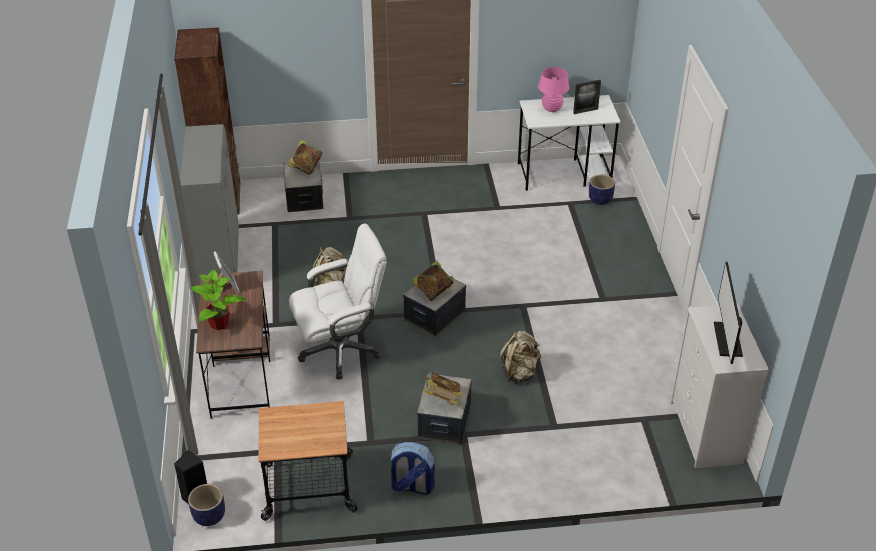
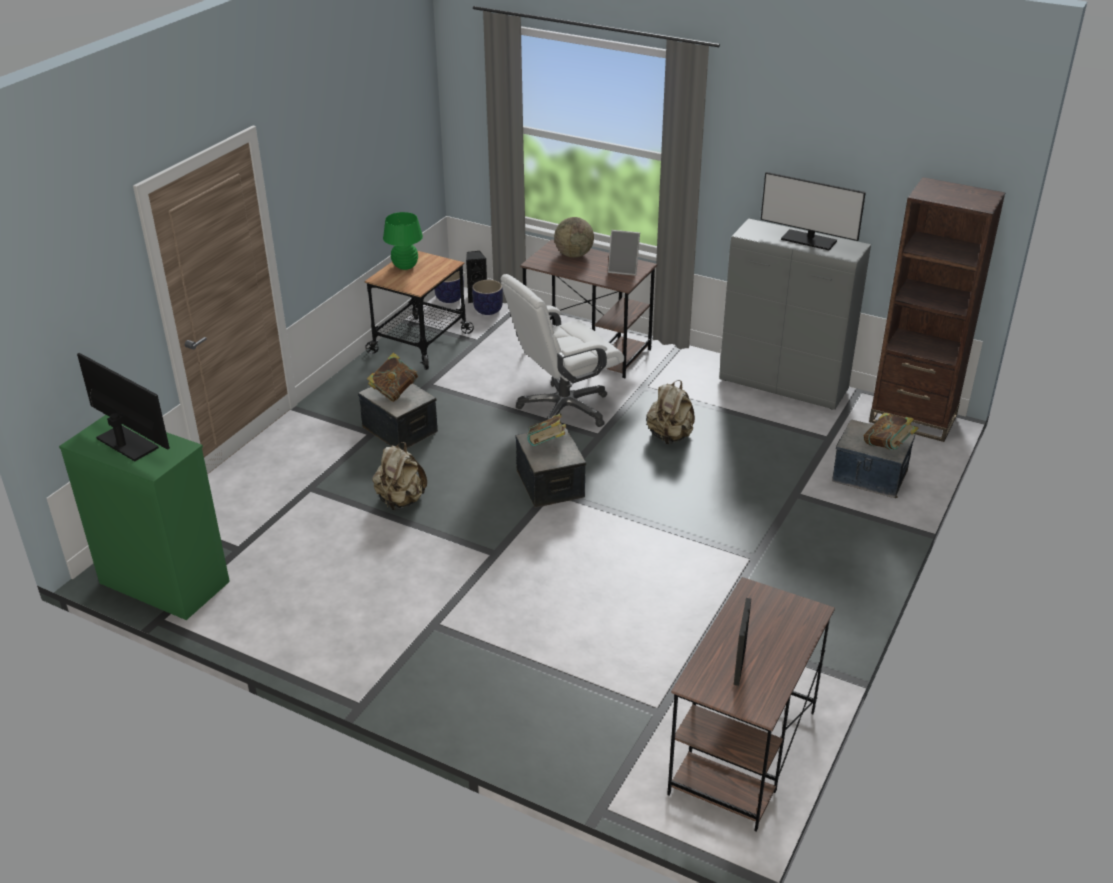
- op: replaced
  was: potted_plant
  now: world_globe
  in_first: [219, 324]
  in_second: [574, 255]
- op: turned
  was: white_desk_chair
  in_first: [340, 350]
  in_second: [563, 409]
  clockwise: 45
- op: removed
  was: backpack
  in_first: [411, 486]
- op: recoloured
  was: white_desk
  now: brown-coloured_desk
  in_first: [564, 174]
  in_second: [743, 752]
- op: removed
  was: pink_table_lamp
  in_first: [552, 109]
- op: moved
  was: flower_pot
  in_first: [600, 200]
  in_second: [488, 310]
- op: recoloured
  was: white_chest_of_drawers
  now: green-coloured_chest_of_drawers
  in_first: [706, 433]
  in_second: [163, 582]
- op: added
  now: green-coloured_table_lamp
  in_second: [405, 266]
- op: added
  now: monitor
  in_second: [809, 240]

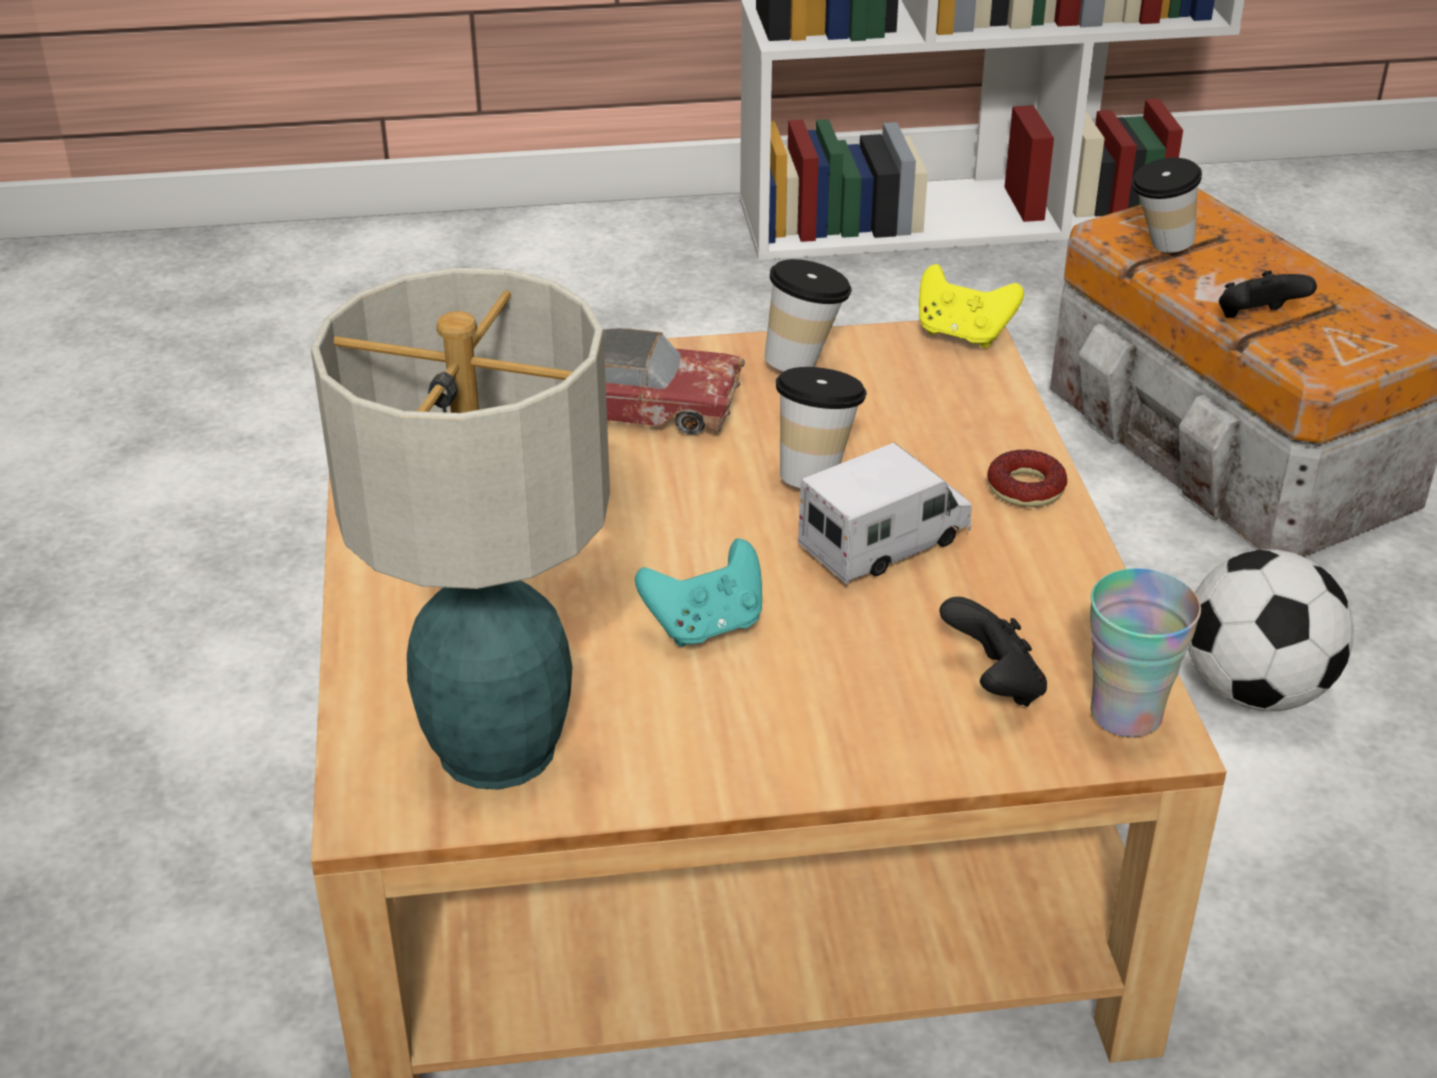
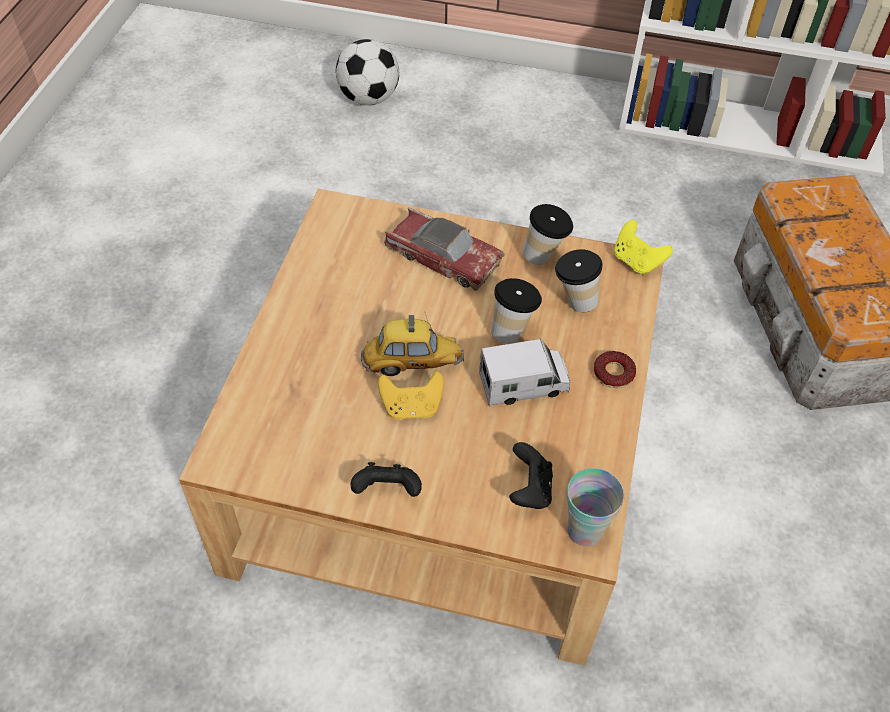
- op: removed
  was: table_lamp
  in_first: [498, 751]
- op: recoloured
  was: turquoise_gamepad
  now: yellow-coloured_gamepad
  in_first: [706, 625]
  in_second: [411, 407]
- op: moved
  was: cup
  in_first: [1158, 246]
  in_second: [573, 302]
- op: moved
  was: ball_for_football
  in_first: [1254, 690]
  in_second: [368, 98]
- op: moved
  was: blackish_gamepad
  in_first: [1256, 320]
  in_second: [387, 491]
- op: added
  now: model_car
  in_second: [412, 363]

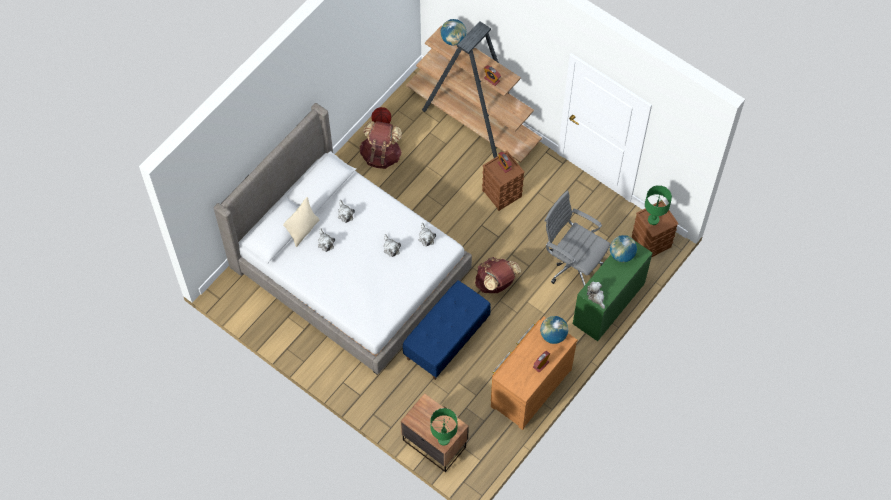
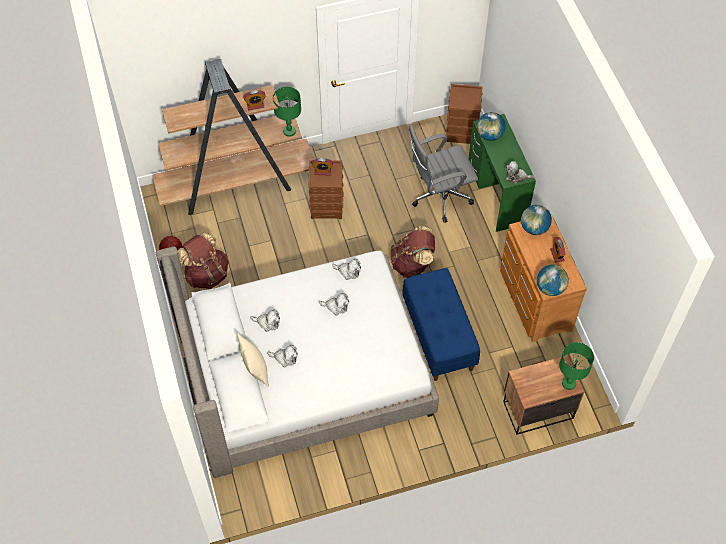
- op: moved
  was: world_globe
  in_first: [453, 39]
  in_second: [550, 288]
- op: moved
  was: green-coloured_table_lamp
  in_first: [653, 220]
  in_second: [289, 131]

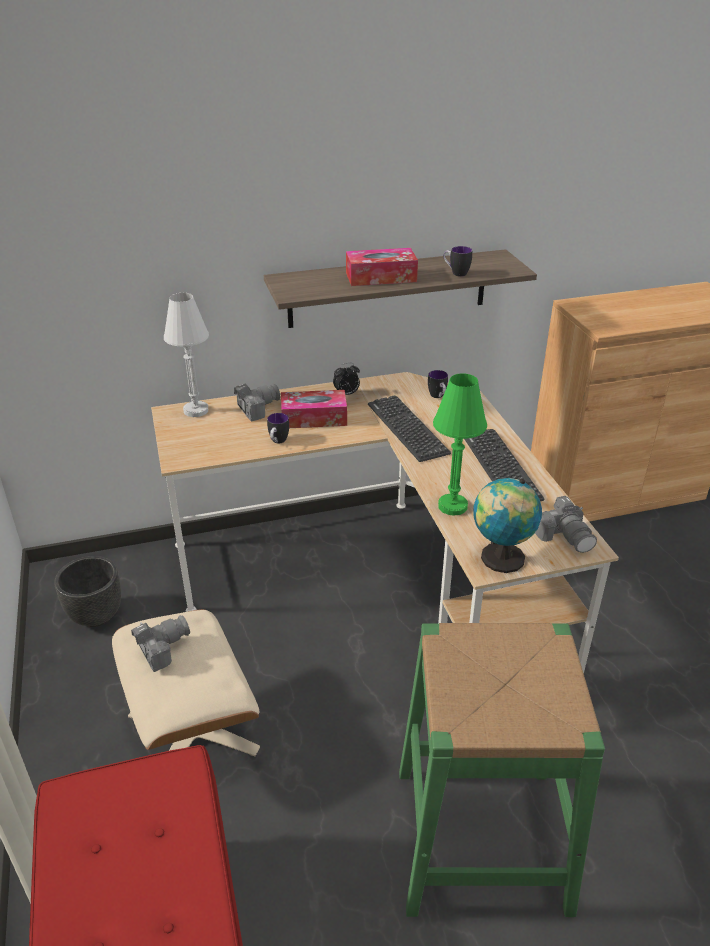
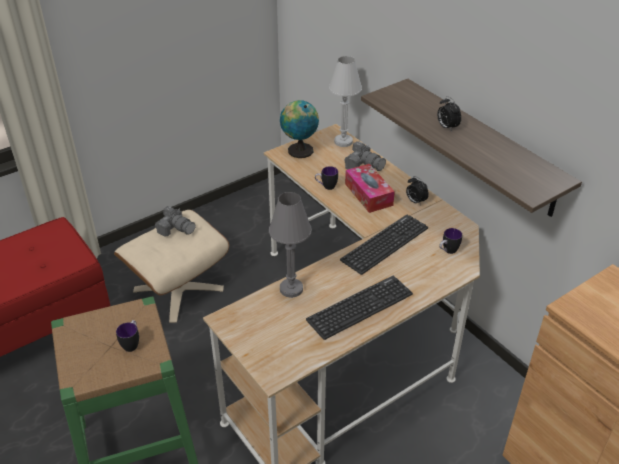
- op: removed
  was: blackish_flower_pot
  in_first: [95, 616]
- op: replaced
  was: box_of_tissues
  now: bedside_clock
  in_first: [381, 277]
  in_second: [446, 127]
- op: recoloured
  was: green-coloured_table_lamp
  now: grey_table_lamp
  in_first: [452, 506]
  in_second: [291, 289]
- op: moved
  was: coffee_mug
  in_first: [456, 273]
  in_second: [132, 343]
- op: moved
  was: world_globe
  in_first: [500, 559]
  in_second: [299, 150]
- op: removed
  was: still_camera
  in_first: [564, 536]

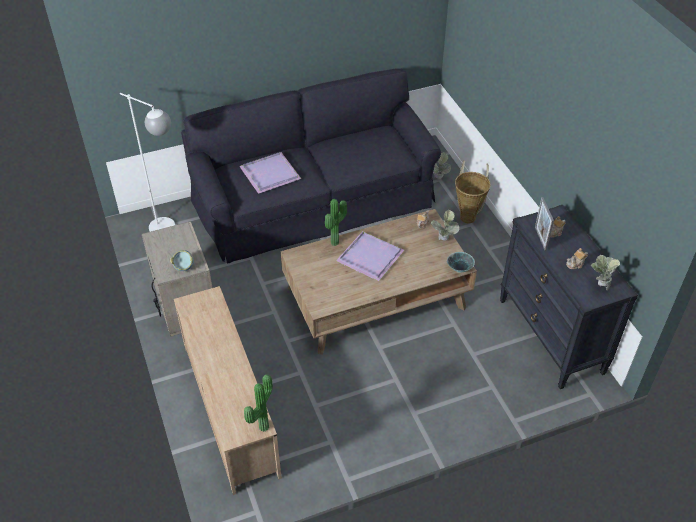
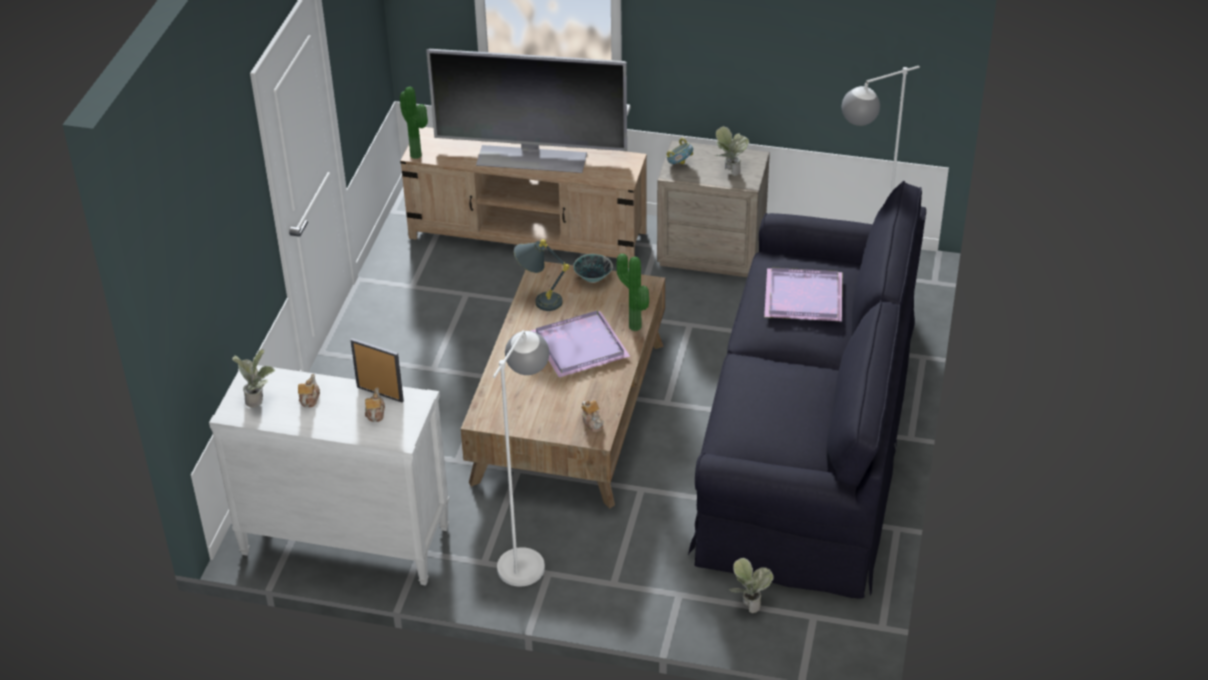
- op: moved
  was: potted_plant
  in_first: [443, 241]
  in_second: [729, 170]
- op: moved
  was: serving_bowl
  in_first: [459, 269]
  in_second: [592, 279]
- op: removed
  was: basket
  in_first: [468, 215]
- op: recoloured
  was: blackish_chest_of_drawers
  now: white_chest_of_drawers
  in_first: [551, 336]
  in_second: [344, 541]
- op: added
  now: television
  in_second: [531, 158]
- op: added
  now: white_floor_lamp
  in_second: [527, 556]
- op: added
  now: grey_table_lamp
  in_second: [538, 301]

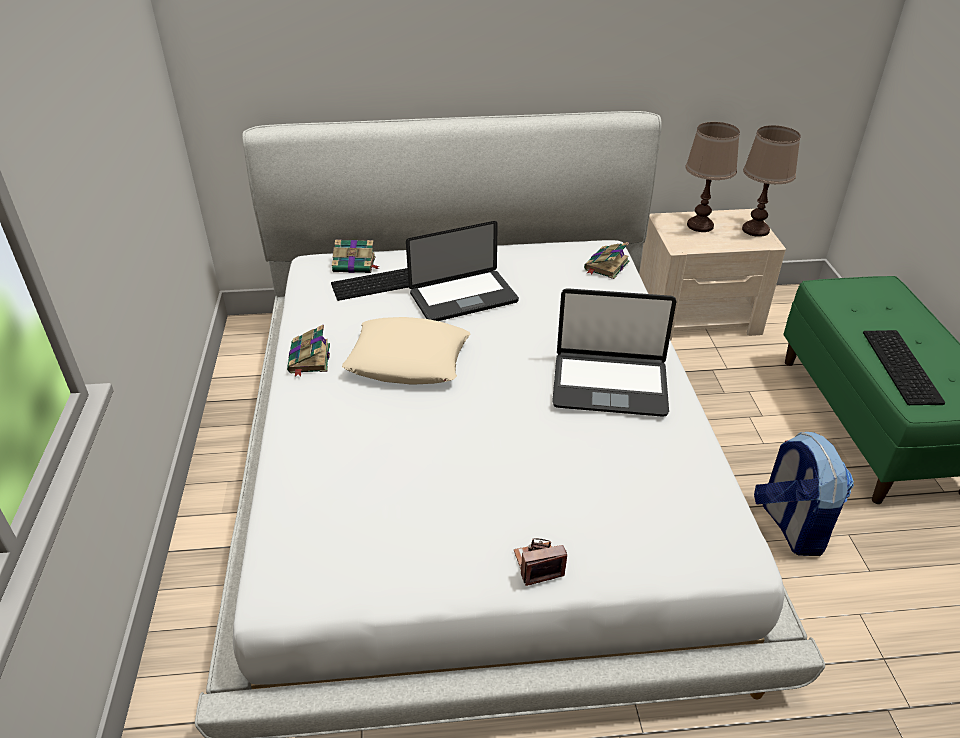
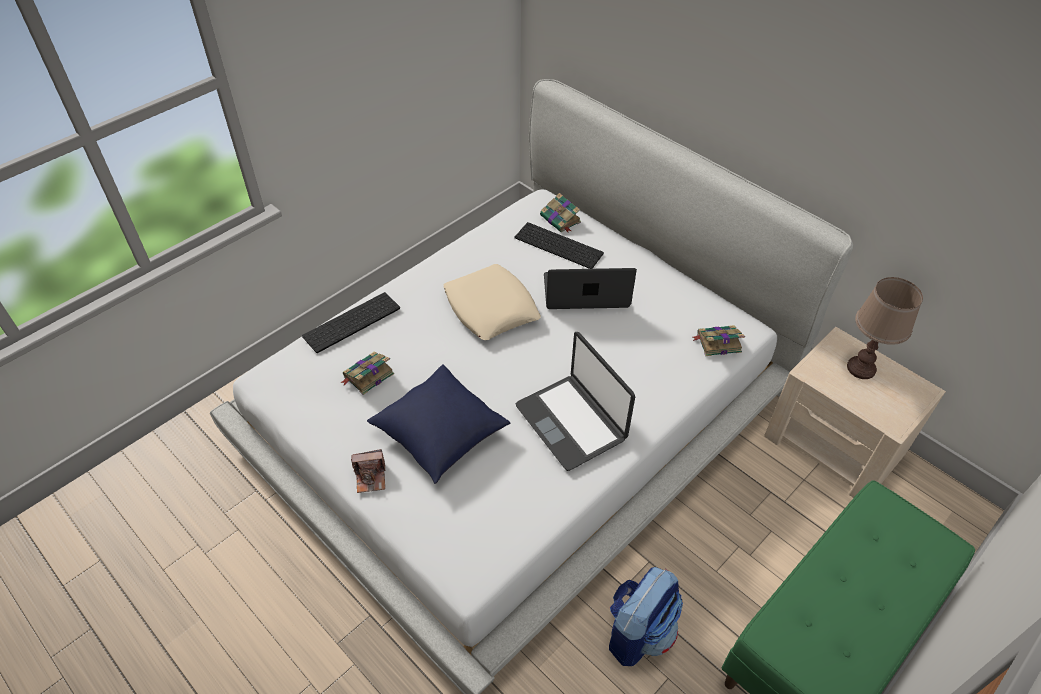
- op: moved
  was: bound_book
  in_first: [309, 359]
  in_second: [367, 375]
- op: turned
  was: portable_computer
  in_first: [463, 298]
  in_second: [586, 292]
  clockwise: 150
- op: turned
  was: still_camera
  in_first: [538, 565]
  in_second: [370, 477]
  clockwise: 135
- op: removed
  was: brown-coloured_table_lamp
  in_first: [755, 230]
- op: moved
  was: PC_keyboard
  in_first: [904, 367]
  in_second: [352, 323]
- op: added
  now: blue_pillow
  in_second: [440, 434]

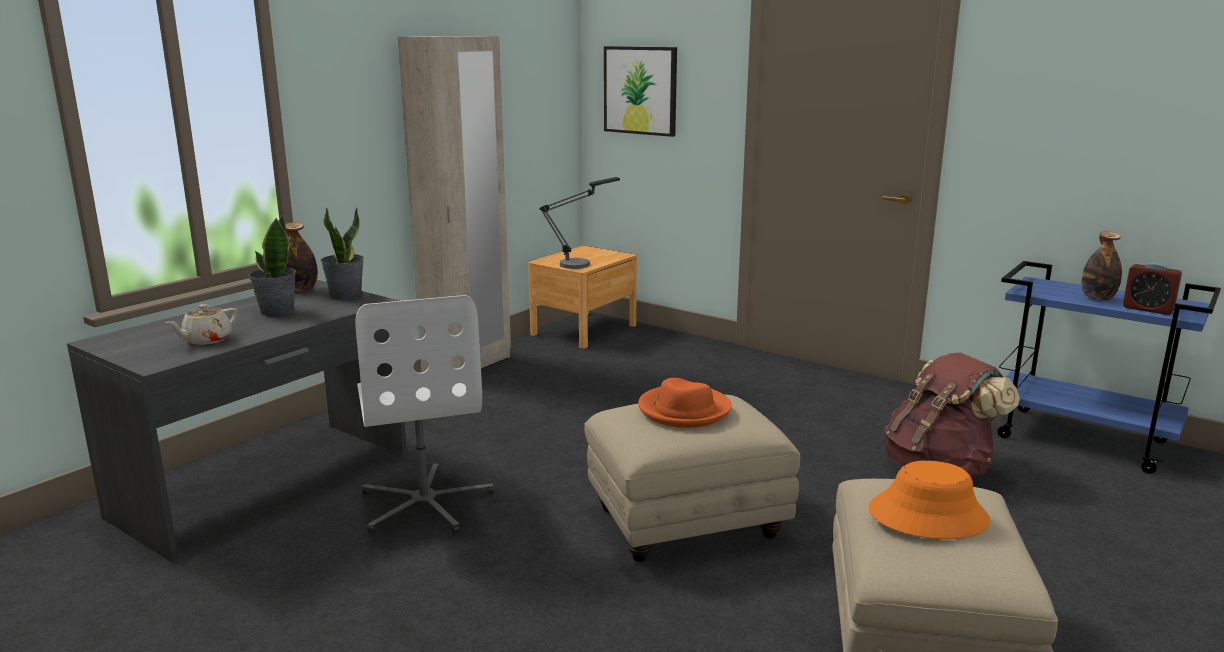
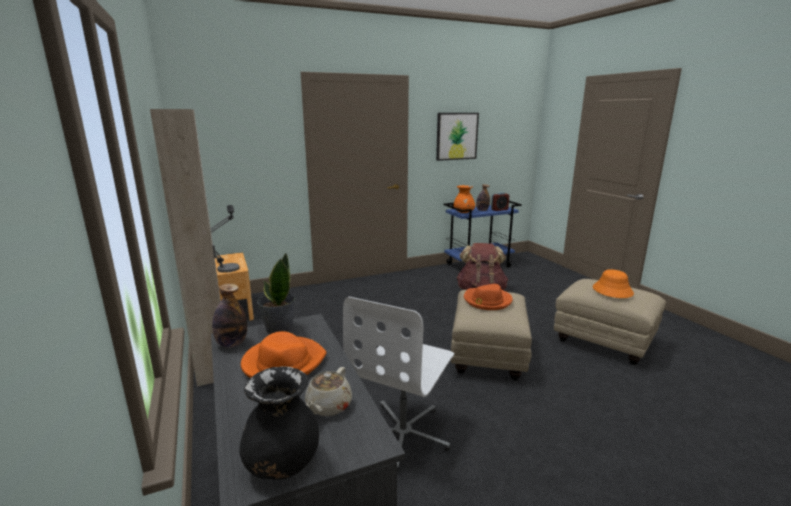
- op: turned
  was: sand-coloured_tea_pot
  in_first: [206, 340]
  in_second: [328, 406]
  clockwise: 45
- op: replaced
  was: potted_plant
  now: orange-coloured_clothing_hat
  in_first: [276, 311]
  in_second: [283, 362]
- op: turned
  was: white_desk_chair
  in_first: [425, 504]
  in_second: [404, 434]
  clockwise: 105
- op: moved
  was: wall_picture
  in_first: [640, 90]
  in_second: [456, 136]
- op: added
  now: blackish_decorative_vase
  in_second: [283, 464]
- op: added
  now: orange-coloured_decorative_vase
  in_second: [464, 212]

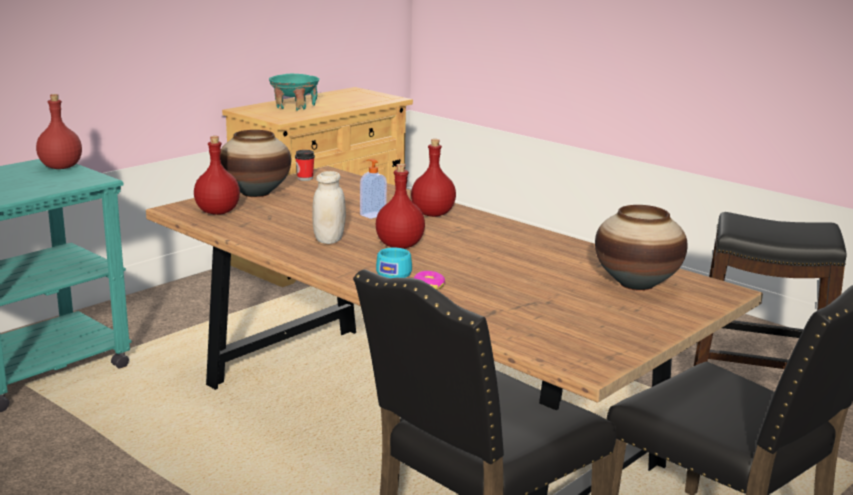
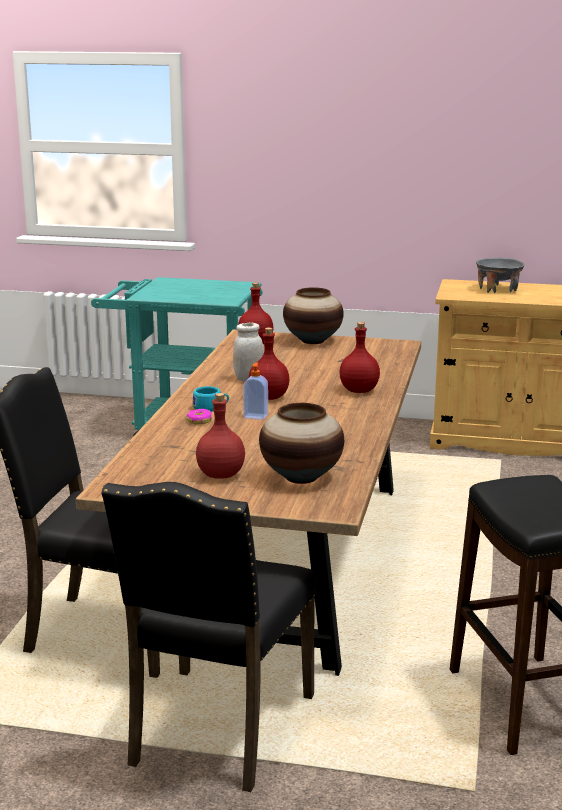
- op: moved
  was: red_beverage_bottle
  in_first: [61, 167]
  in_second: [221, 475]
- op: recoloured
  was: turquoise_serving_bowl
  now: grey_serving_bowl
  in_first: [294, 106]
  in_second: [498, 289]
- op: removed
  was: cup
  in_first: [305, 178]
- op: moved
  was: liquid_soap_bottle
  in_first: [372, 214]
  in_second: [256, 416]

